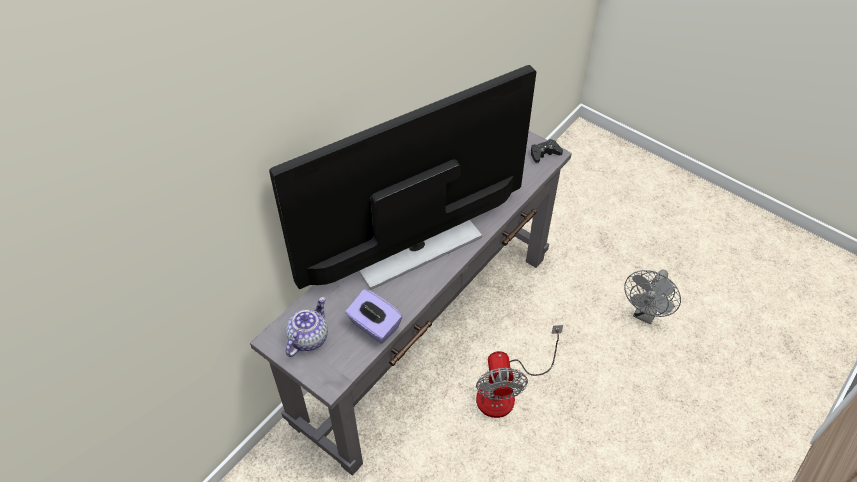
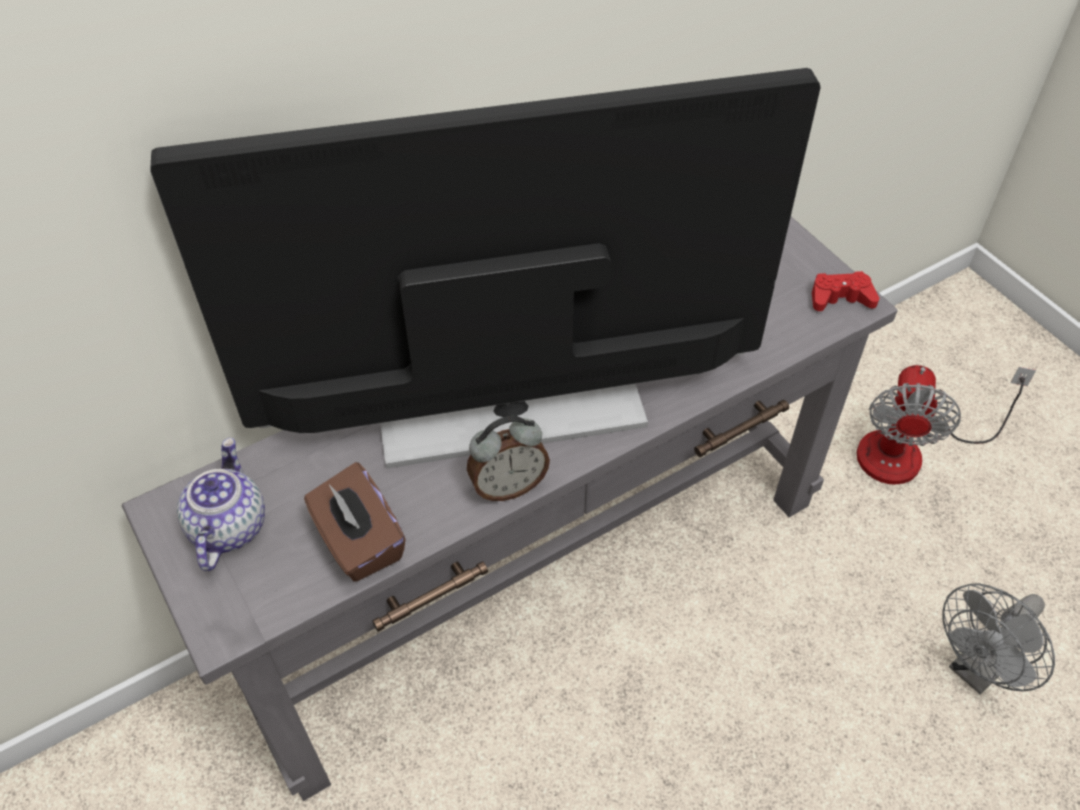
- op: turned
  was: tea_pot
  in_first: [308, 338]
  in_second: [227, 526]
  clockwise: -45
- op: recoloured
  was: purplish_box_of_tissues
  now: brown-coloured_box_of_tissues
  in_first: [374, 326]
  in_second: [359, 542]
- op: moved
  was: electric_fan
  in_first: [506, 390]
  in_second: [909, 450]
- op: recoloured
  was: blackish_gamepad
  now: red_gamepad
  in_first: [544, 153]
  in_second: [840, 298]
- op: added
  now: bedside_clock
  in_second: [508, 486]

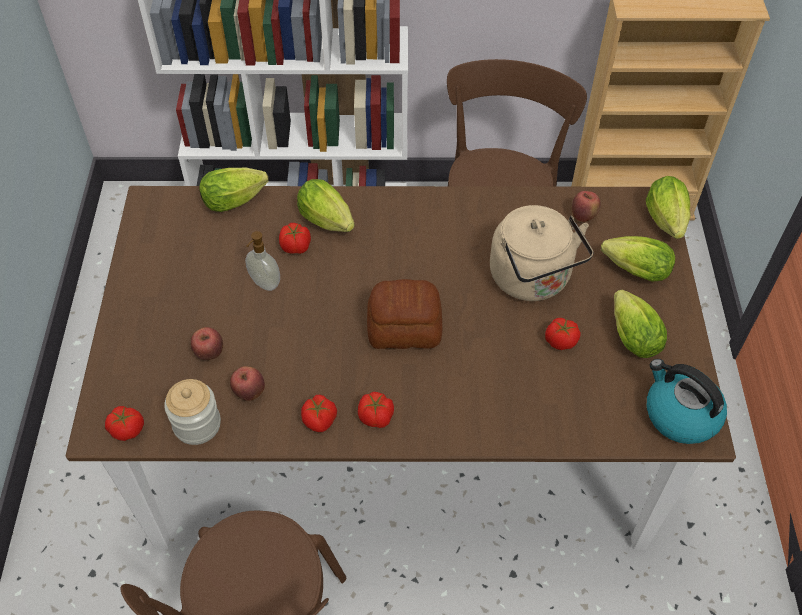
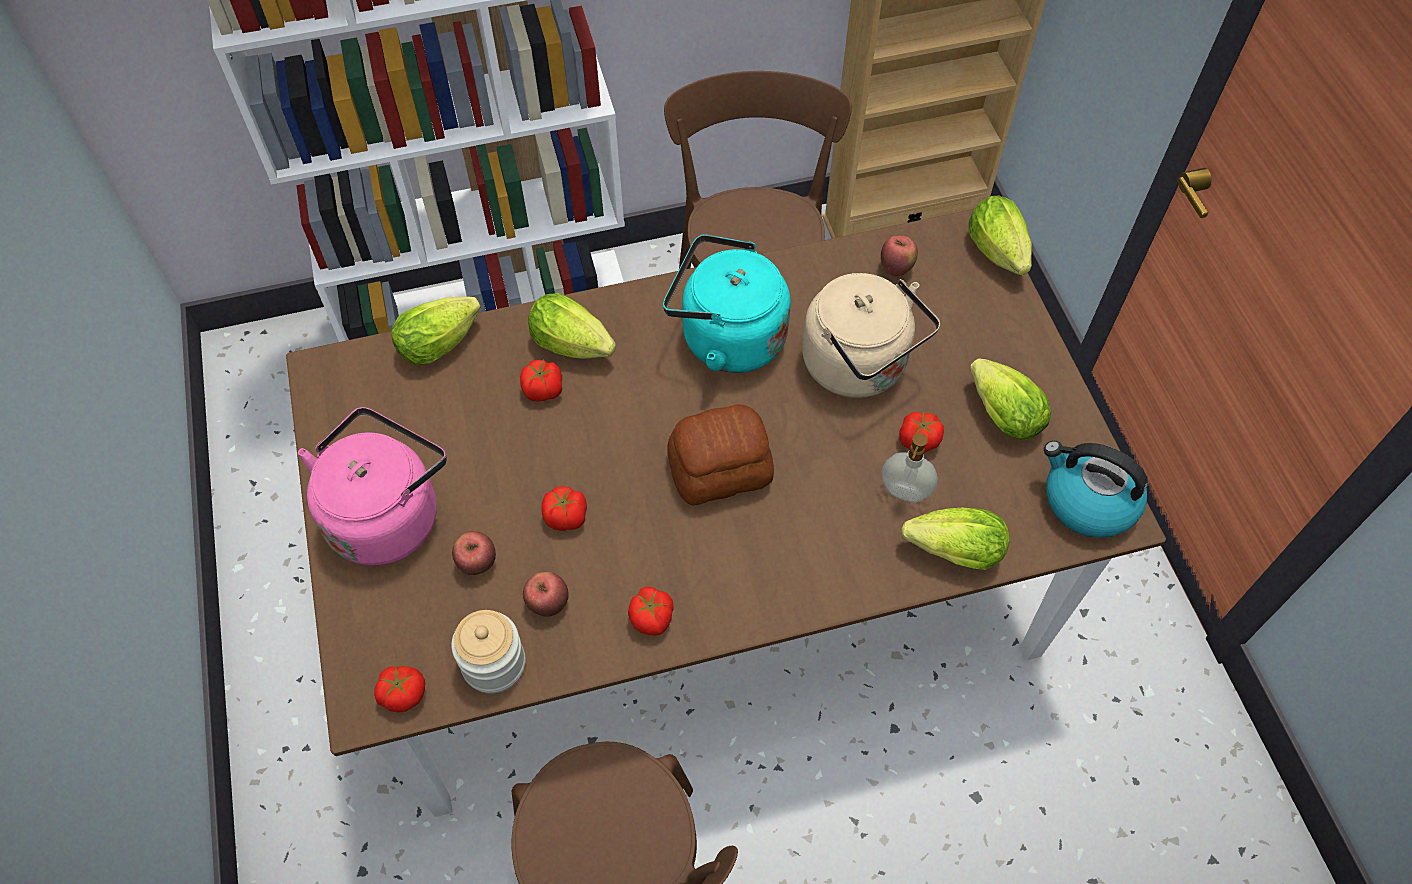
- op: moved
  was: liquid_soap_bottle
  in_first: [264, 283]
  in_second: [904, 493]
- op: moved
  was: tomato
  in_first: [376, 417]
  in_second: [566, 518]
- op: moved
  was: lettuce_head
  in_first: [632, 270]
  in_second: [948, 551]
- op: added
  now: pink_tea_kettle
  in_second: [388, 514]
- op: added
  now: turquoise_tea_kettle
  in_second: [726, 338]

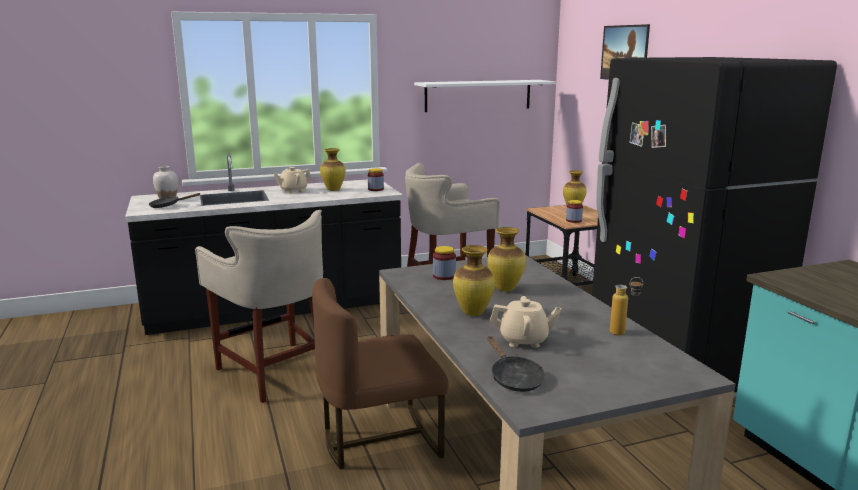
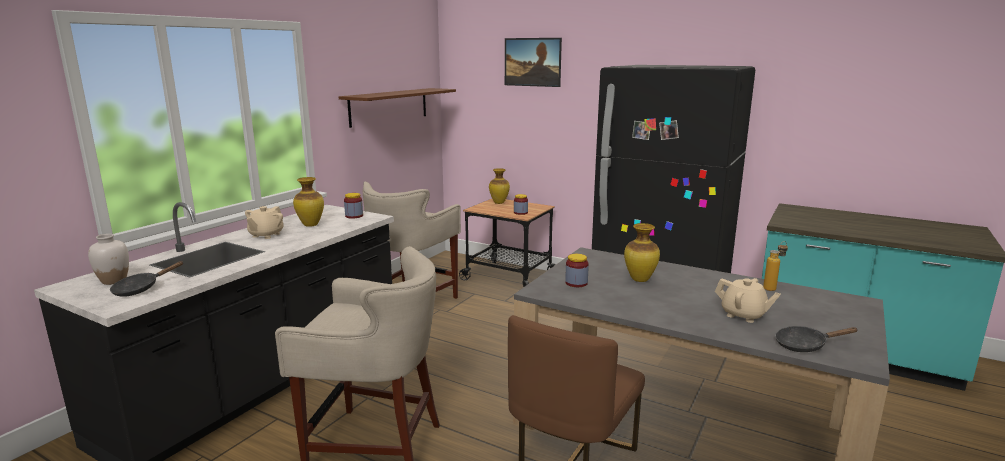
- op: recoloured
  was: white_bracket_shelf
  now: brown-coloured_bracket_shelf
  in_first: [478, 95]
  in_second: [389, 106]
- op: removed
  was: decorative_vase
  in_first: [474, 313]
- op: turned
  was: blackish_frying_pan
  in_first: [514, 378]
  in_second: [804, 345]
  clockwise: 150
- op: turned
  was: sand-coloured_tea_pot
  in_first: [524, 340]
  in_second: [743, 315]
  clockwise: 75

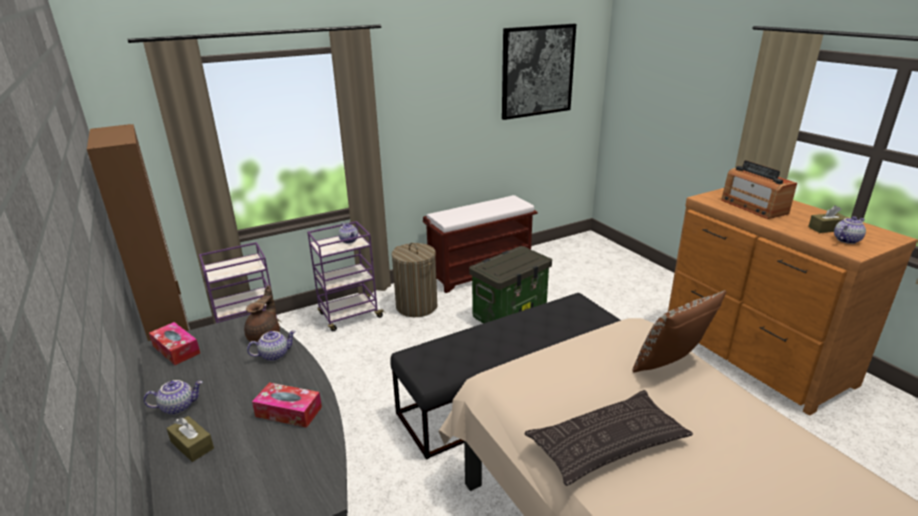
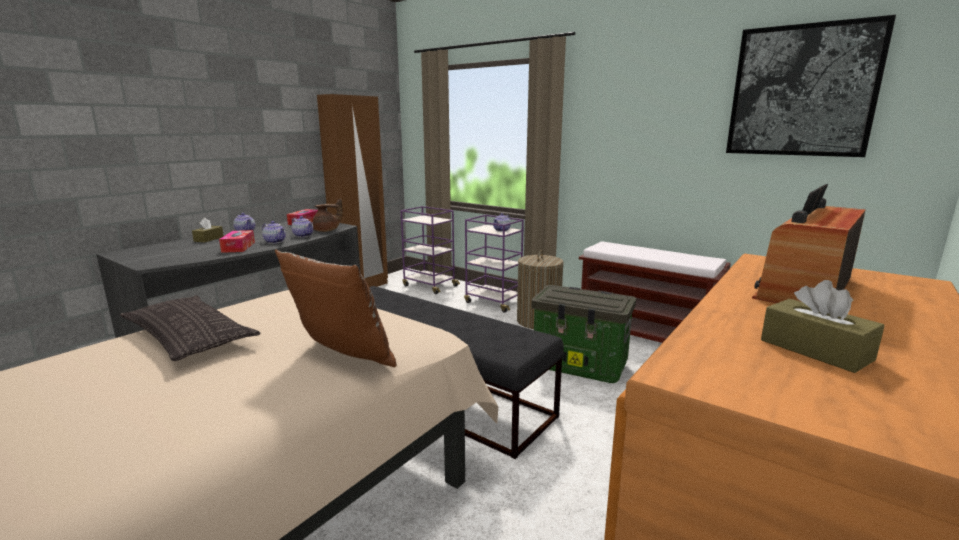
- op: moved
  was: tea_pot
  in_first: [846, 240]
  in_second: [275, 241]

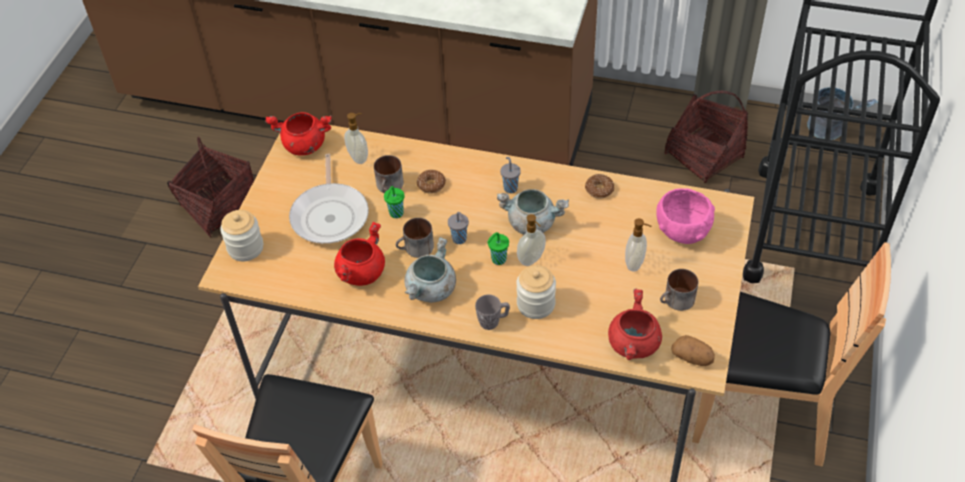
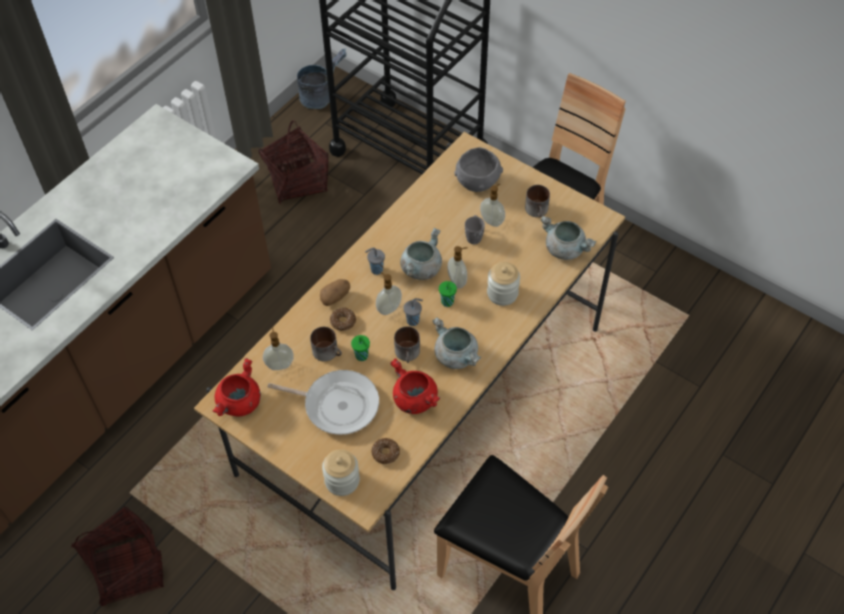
- op: moved
  was: grey_coffee_mug
  in_first: [493, 321]
  in_second: [474, 236]
- op: moved
  was: donut
  in_first: [599, 189]
  in_second: [385, 453]
- op: recoloured
  was: red_stockpot
  now: grey_stockpot
  in_first: [634, 345]
  in_second: [565, 249]
- op: recoloured
  was: pink_serving_bowl
  now: grey_serving_bowl
  in_first: [682, 232]
  in_second: [476, 183]
- op: moved
  was: whole_potato
  in_first: [692, 358]
  in_second: [335, 297]
- op: added
  now: liquid_soap_bottle
  in_second: [388, 308]

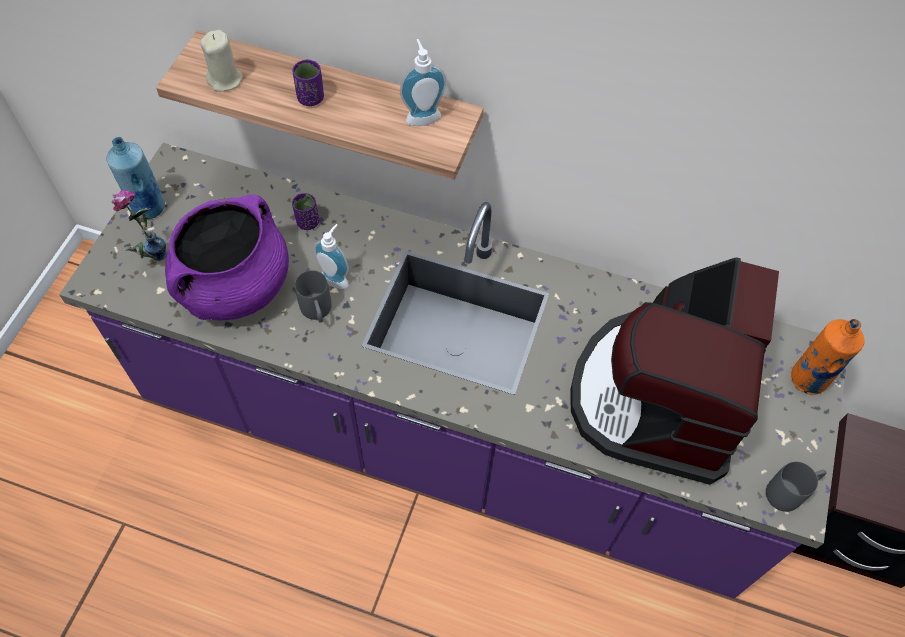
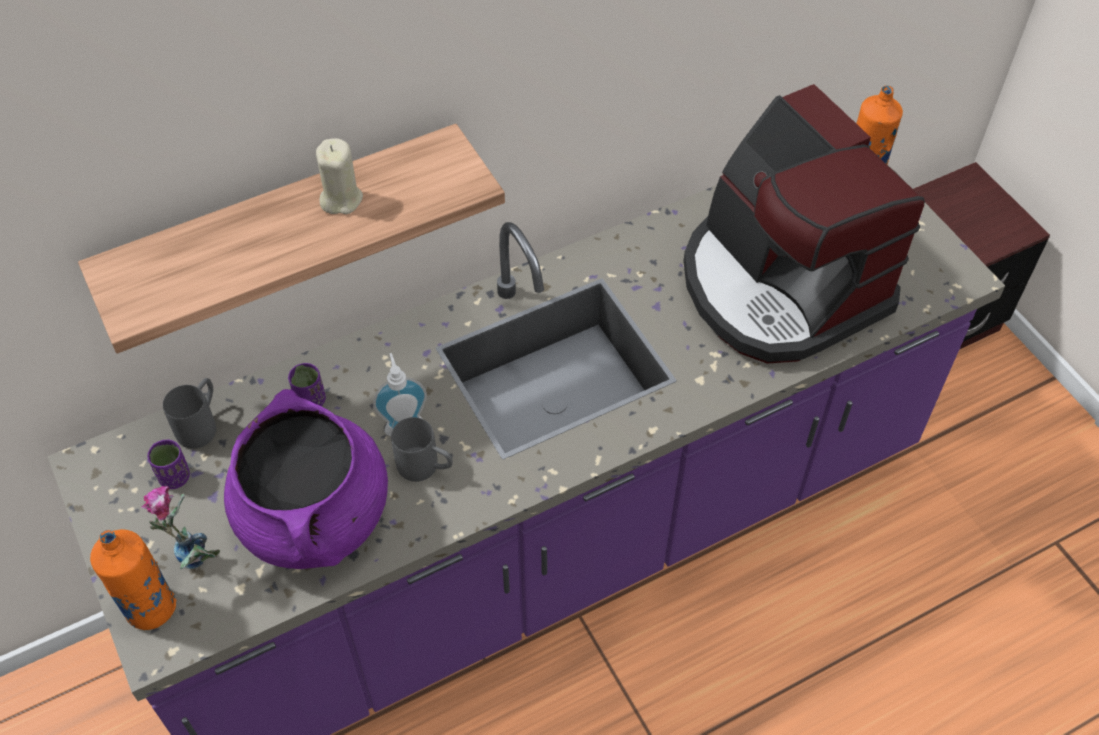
- op: removed
  was: blue_beverage_bottle
  in_first: [148, 208]
- op: moved
  was: sand-coloured_wax_candle
  in_first: [225, 80]
  in_second: [341, 199]
- op: moved
  was: purplish_cup
  in_first: [311, 98]
  in_second: [175, 477]
- op: removed
  was: liquid_soap_bottle
  in_first: [422, 116]
- op: moved
  was: grey_coffee_mug
  in_first: [790, 492]
  in_second: [201, 424]
- op: added
  now: orange-coloured_beverage_bottle
  in_second: [150, 608]

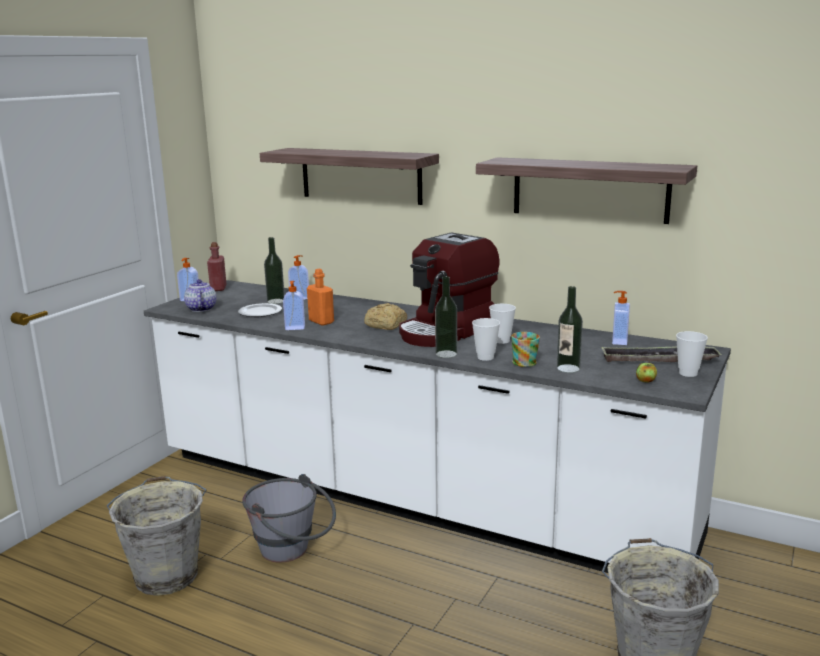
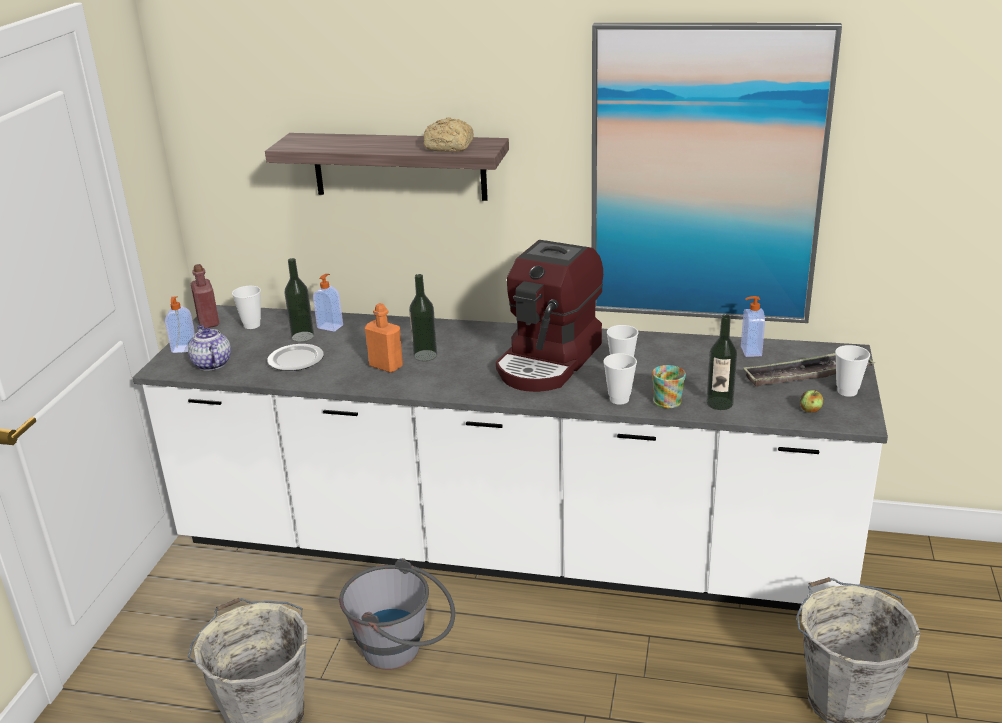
- op: removed
  was: liquid_soap_bottle
  in_first: [295, 328]
- op: moved
  was: bread
  in_first: [386, 325]
  in_second: [450, 147]
- op: moved
  was: beverage_bottle
  in_first: [446, 354]
  in_second: [425, 355]
- op: replaced
  was: bracket_shelf
  now: wall_picture
  in_first: [589, 189]
  in_second: [705, 177]
- op: added
  now: cup
  in_second: [252, 325]

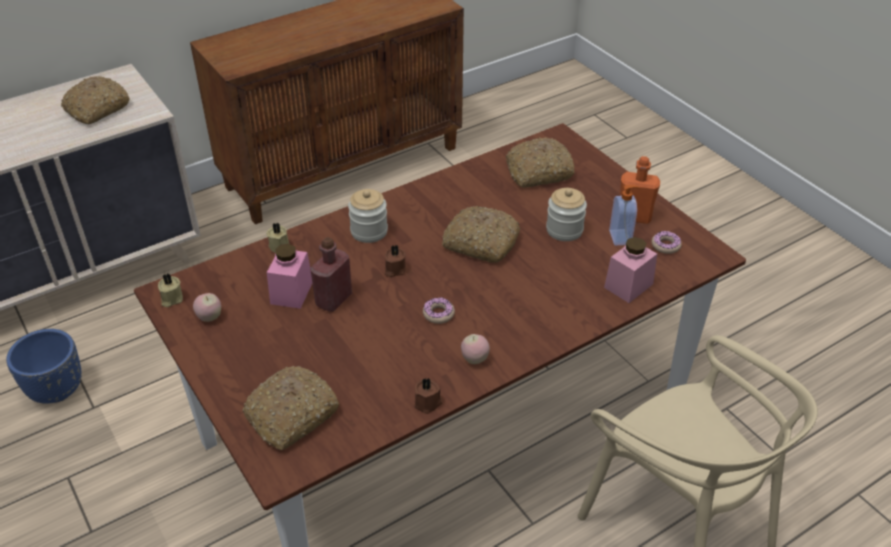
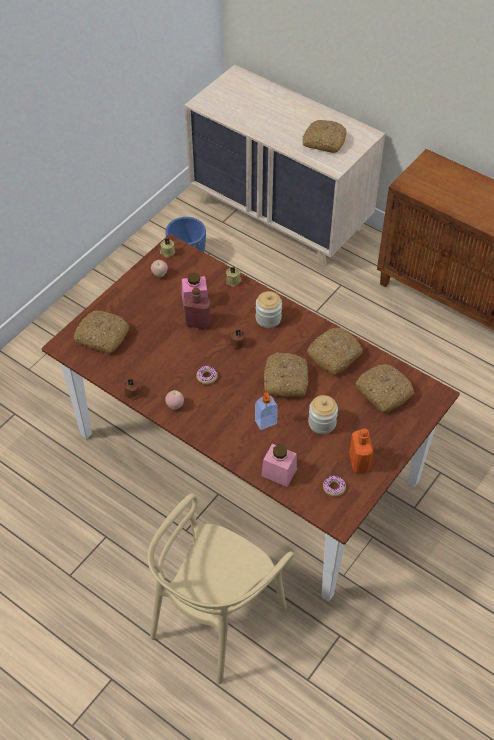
- op: moved
  was: liquid_soap_bottle
  in_first: [621, 237]
  in_second: [266, 423]
- op: added
  now: bread
  in_second: [334, 354]

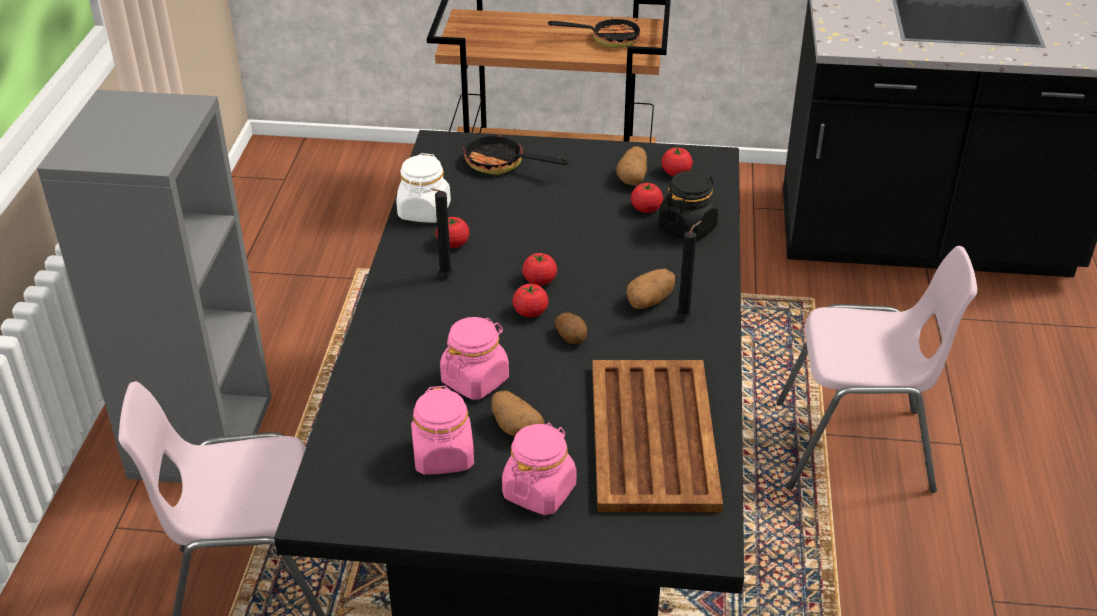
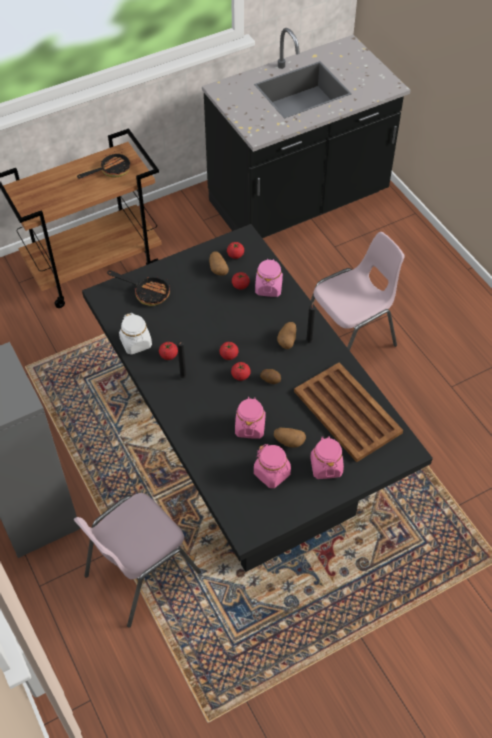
- op: turned
  was: frying_pan
  in_first: [502, 165]
  in_second: [147, 292]
  clockwise: -150
- op: recoloured
  was: blackish_jar
  now: pink_jar
  in_first: [687, 228]
  in_second: [268, 287]

